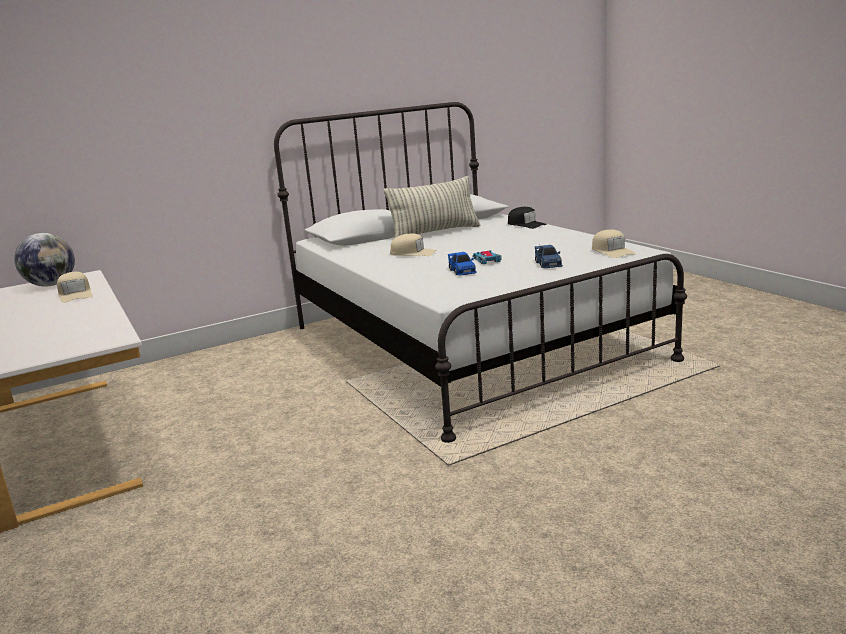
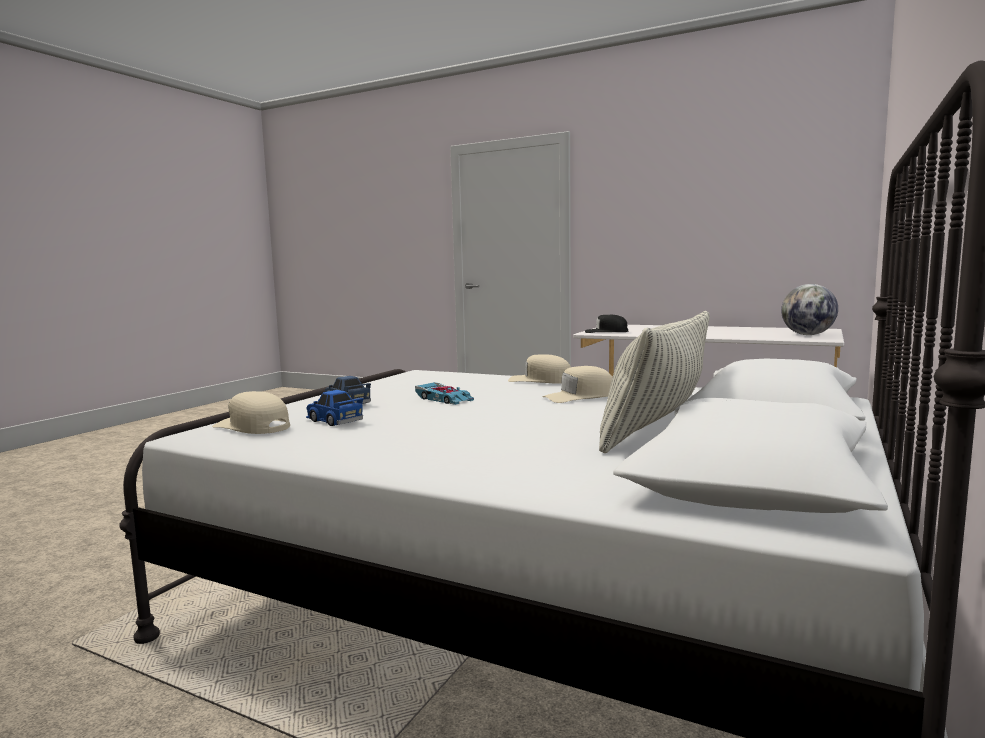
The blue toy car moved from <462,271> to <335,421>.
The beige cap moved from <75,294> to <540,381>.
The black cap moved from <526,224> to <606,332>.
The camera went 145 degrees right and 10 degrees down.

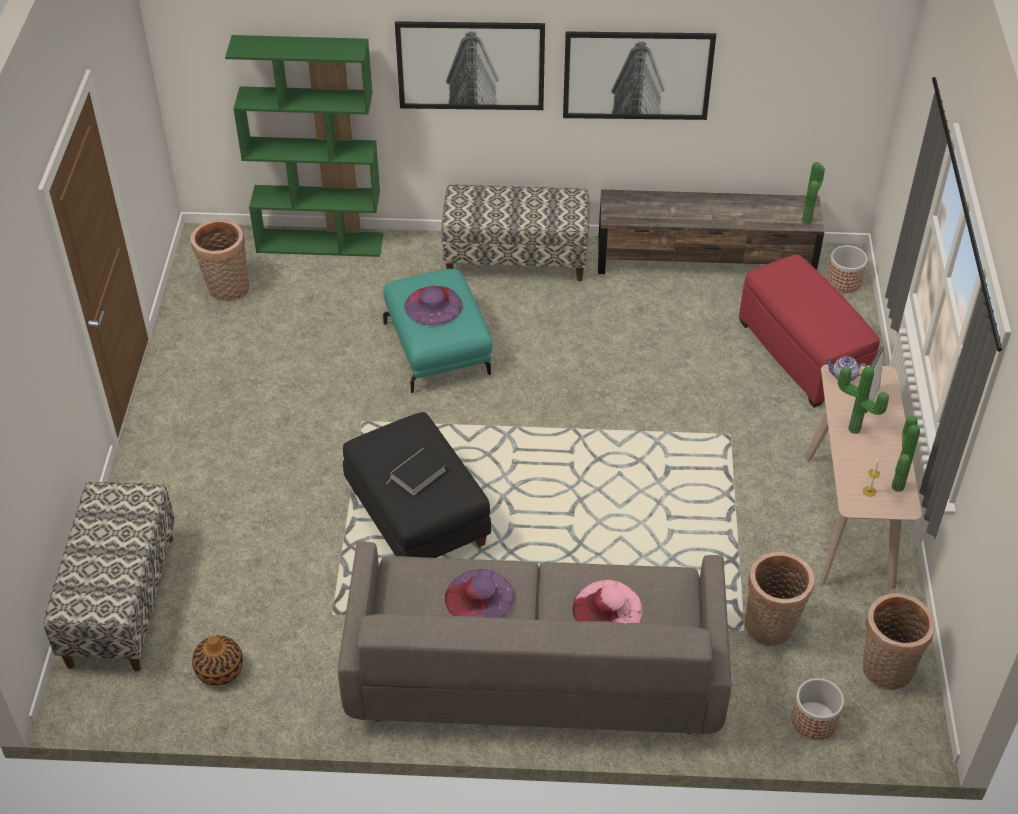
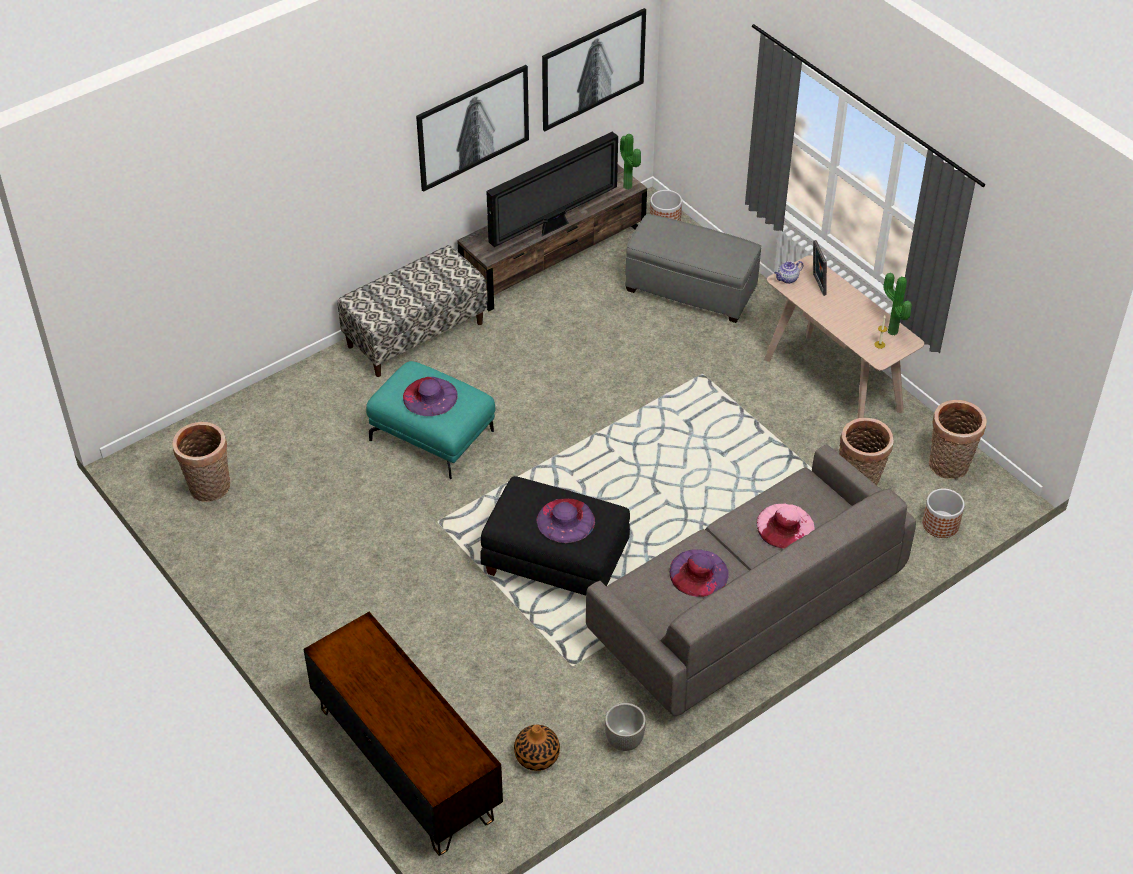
The bench at <121,600> was replaced by the brown tv stand at <406,762>.
The television at <554,226> appeared.
The book at <417,475> was replaced by the purple hat at <565,520>.
The picture moved from <471,64> to <592,68>.
The planter at <624,741> appeared.
The red ottoman at <802,354> became the grey ottoman at <691,290>.
The green bookcase at <321,243> disappeared.
The potted plant at <853,431> disappeared.
The camera went 40 degrees left and 0 degrees up.

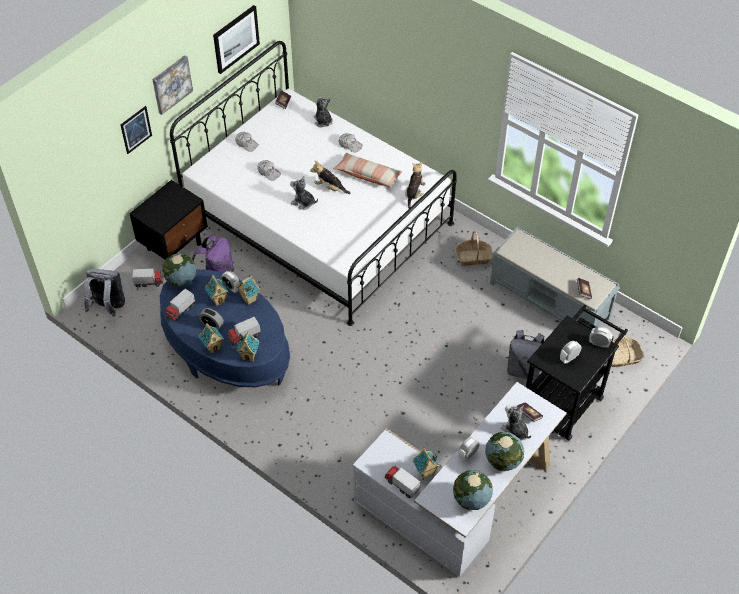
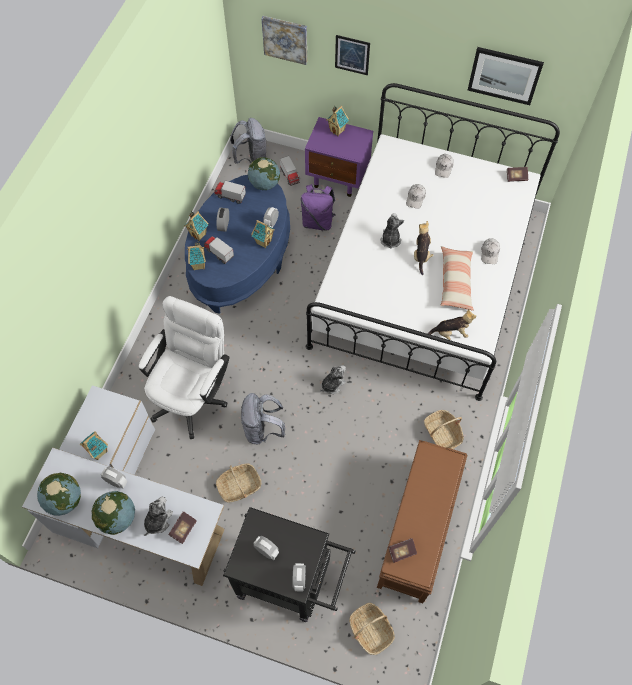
The white office chair at <193,395> appeared.
The basket at <239,486> appeared.
The grey backpack moved from <523,369> to <262,429>.
The picture moved from <171,84> to <285,39>.
The black nightstand at <175,246> became the purple nightstand at <338,178>.
The plush toy moved from <323,121> to <332,384>.
The toy house moved from <218,299> to <337,131>.
The grey bench at <550,300> became the brown bench at <418,530>.
The toy truck at <402,485> disappeared.
The camera went 70 degrees right and 10 degrees up.

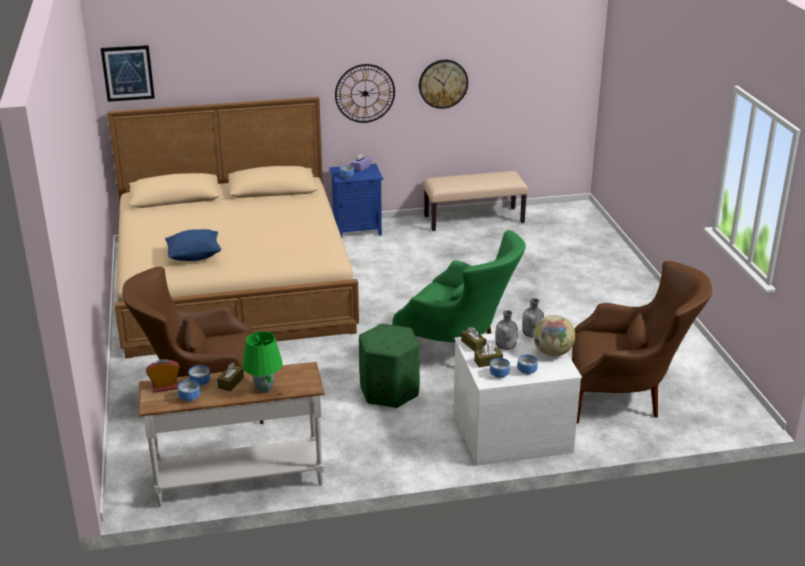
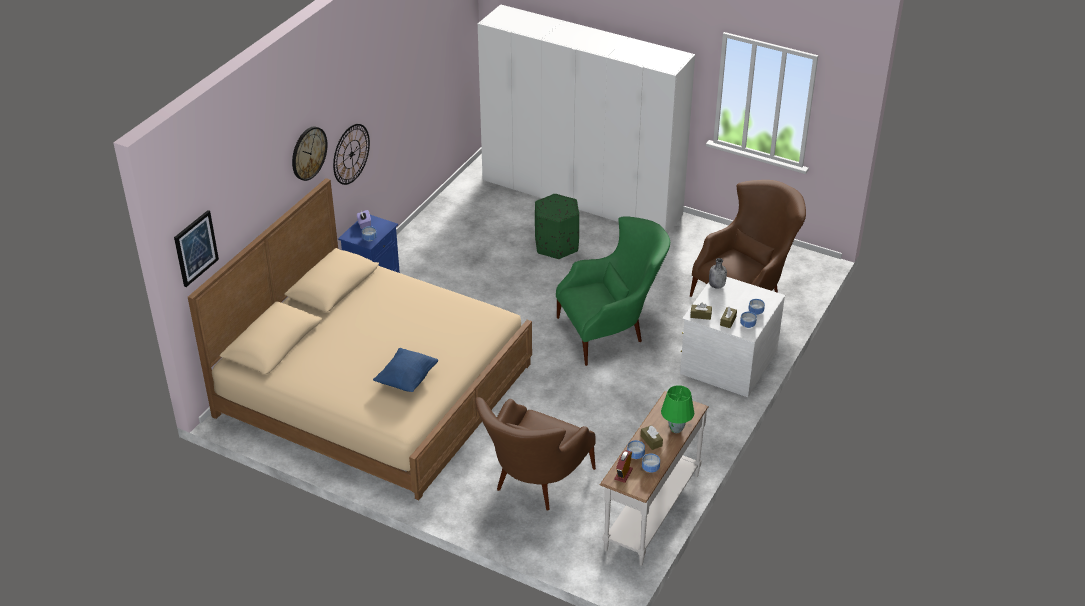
The wall clock moved from <443,83> to <308,153>.
The white wardrobe at <582,197> appeared.
The green ottoman moved from <389,391> to <556,246>.
The beige bench at <474,219> disappeared.
The grey bottle at <506,347> disappeared.
The globe at <552,353> disappeared.
The camera went 50 degrees left and 10 degrees up.

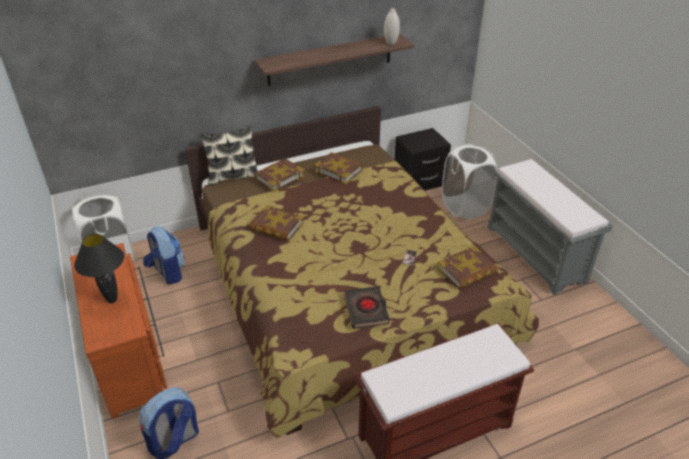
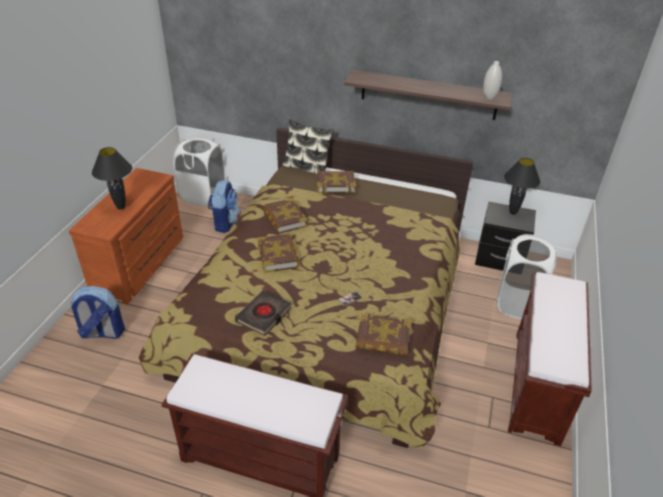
The book moved from <339,170> to <278,256>.
The black table lamp at <512,212> appeared.
The grey bench at <536,254> became the brown bench at <537,386>.
The camera went 40 degrees right and 0 degrees up.

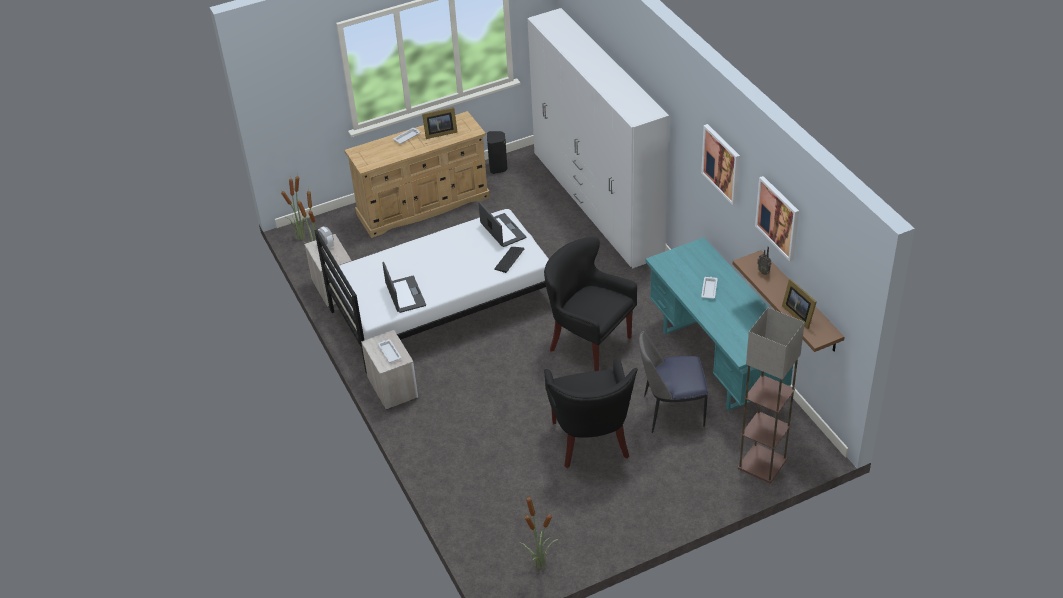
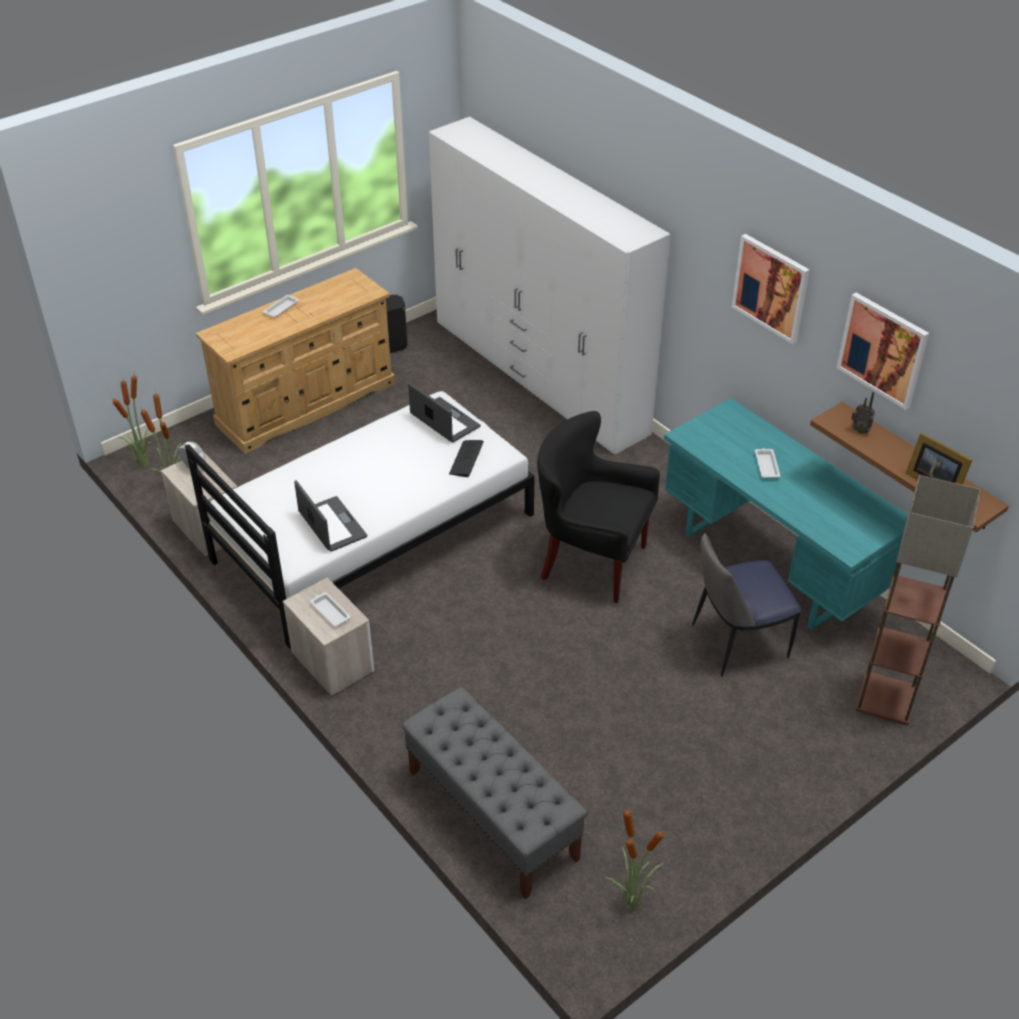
The grey bench at <491,814> appeared.
The picture frame at <439,133> disappeared.
The black armchair at <590,442> disappeared.
The camera went 15 degrees left and 0 degrees up.

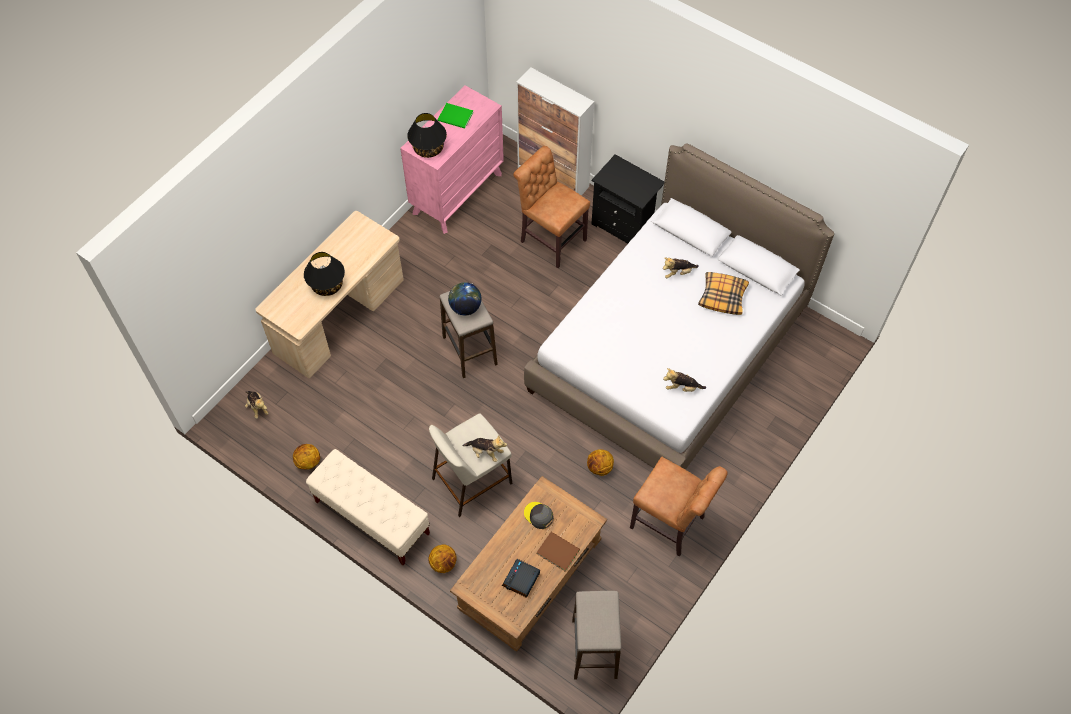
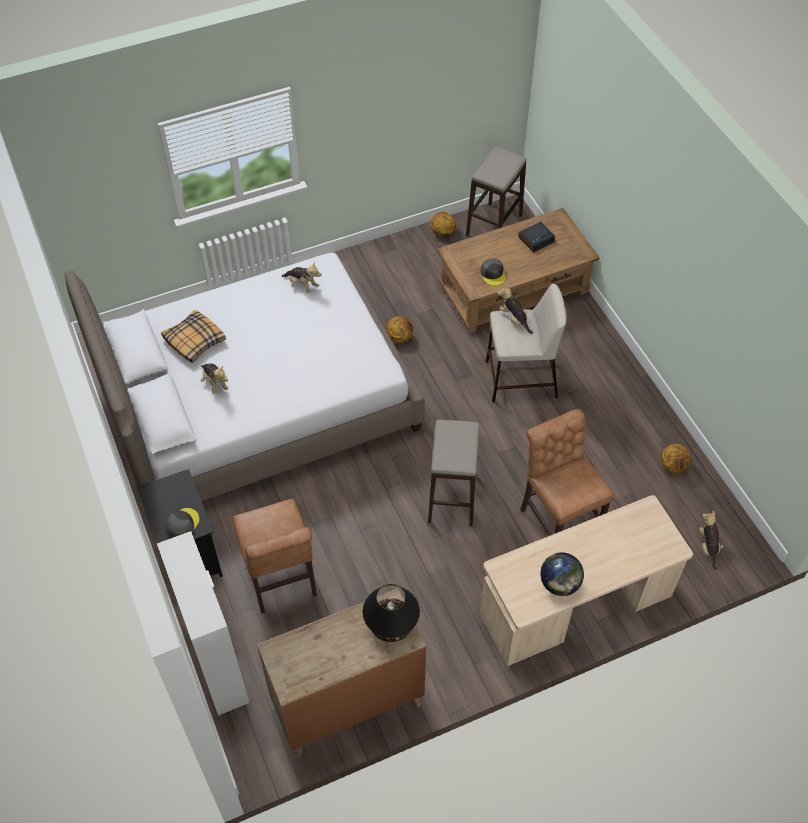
The grey cap at <182,524> appeared.
The plush toy at <677,273> turned 45 degrees clockwise.
The pink dresser at <457,193> became the brown dresser at <347,705>.
The basketball moved from <444,563> to <442,232>.
The brown chair moved from <670,524> to <557,519>.
The globe moved from <465,308> to <559,584>.
The black table lamp at <327,285> disappeared.
The beige bench at <372,517> disappeared.
The green book at <456,117> disappeared.
The brown book at <557,550> disappeared.
The camera went 150 degrees left and 5 degrees down.

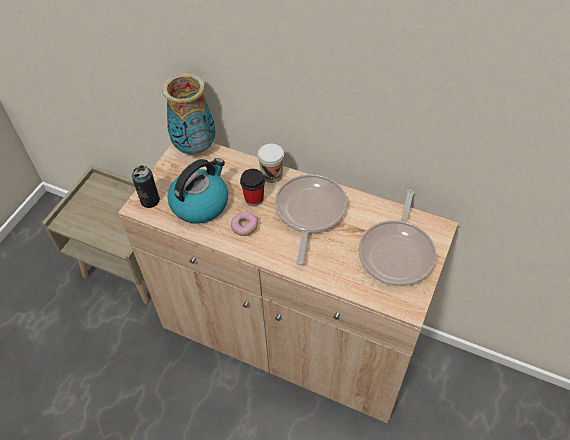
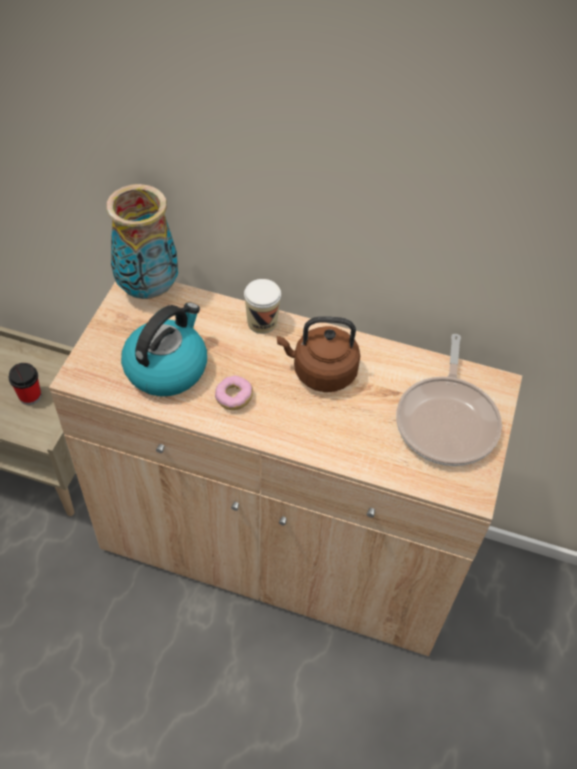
The cup moved from <254,199> to <30,396>.
The frying pan at <309,212> was replaced by the brown kettle at <321,372>.
The can at <150,200> disappeared.
The camera went 10 degrees left and 0 degrees up.

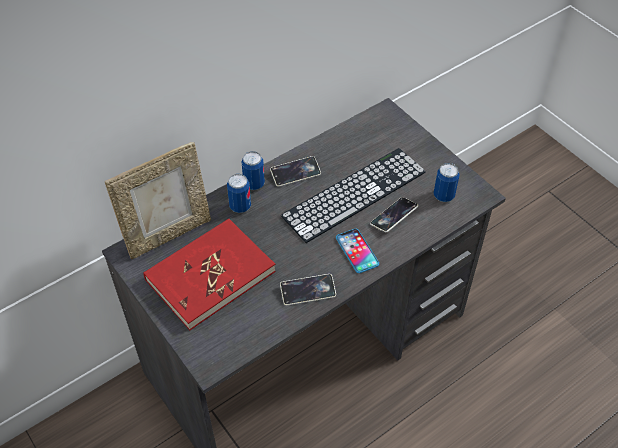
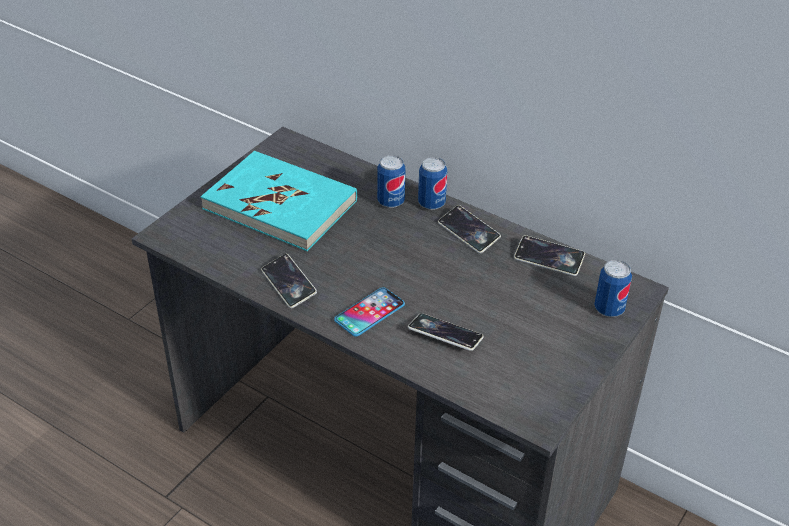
The red book at <210,275> became the turquoise book at <280,204>.
The phone at <548,259> appeared.
The can moved from <443,195> to <609,309>.
The picture frame at <168,234> disappeared.
The keyboard at <354,194> disappeared.
The camera went 70 degrees right and 10 degrees down.

